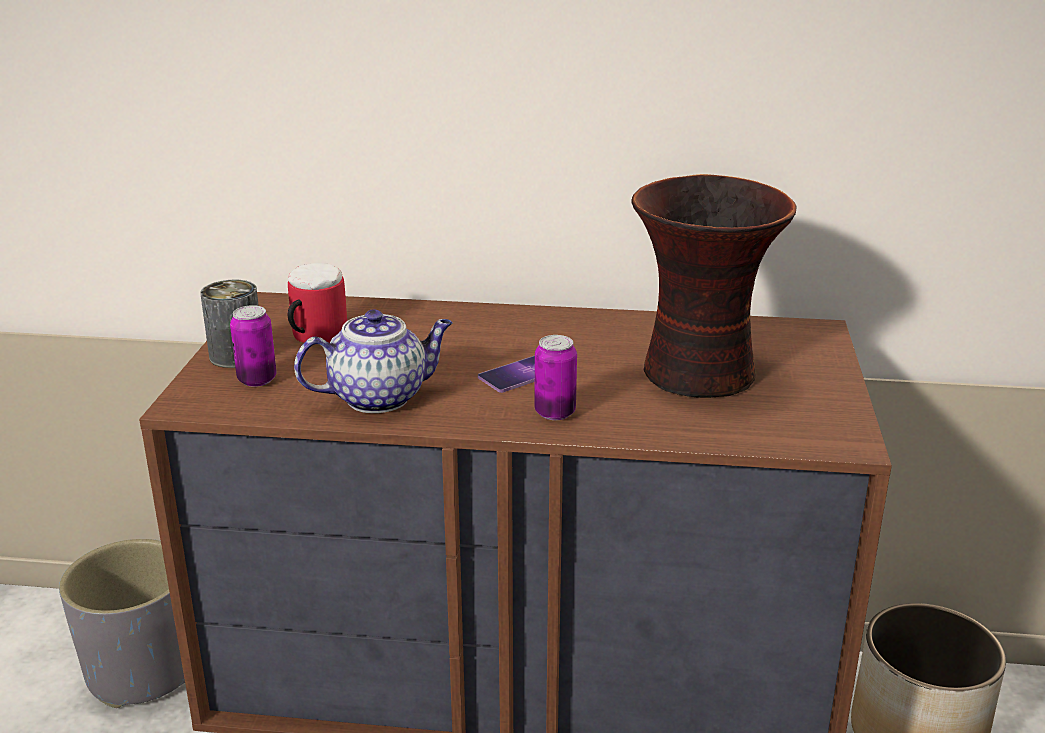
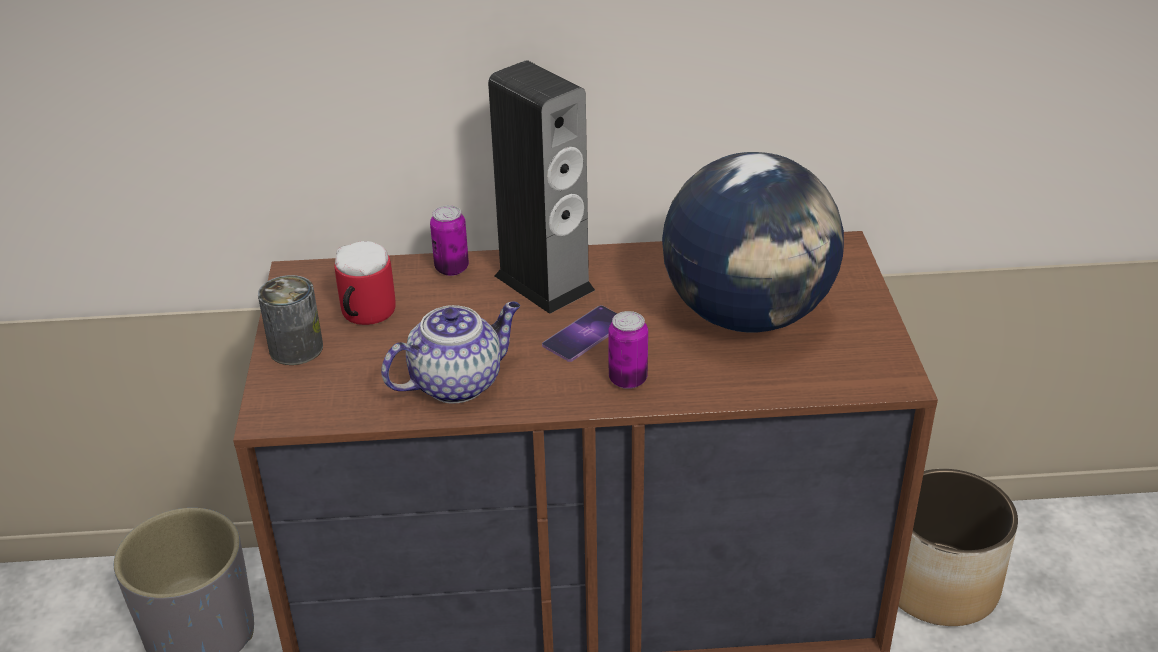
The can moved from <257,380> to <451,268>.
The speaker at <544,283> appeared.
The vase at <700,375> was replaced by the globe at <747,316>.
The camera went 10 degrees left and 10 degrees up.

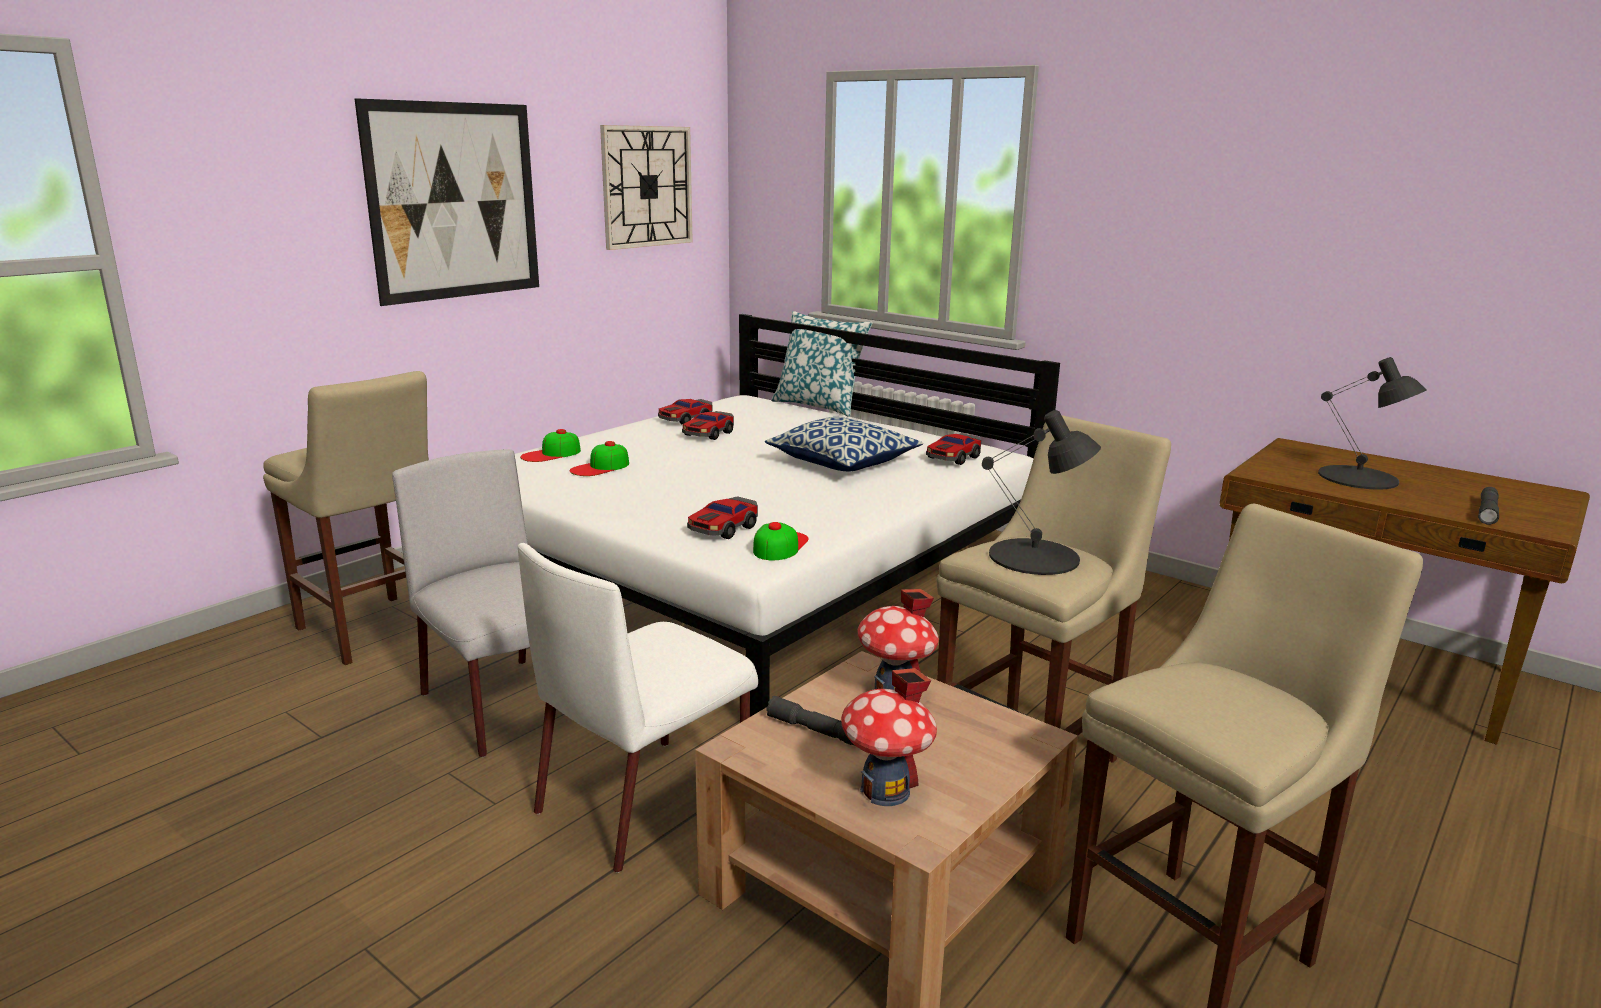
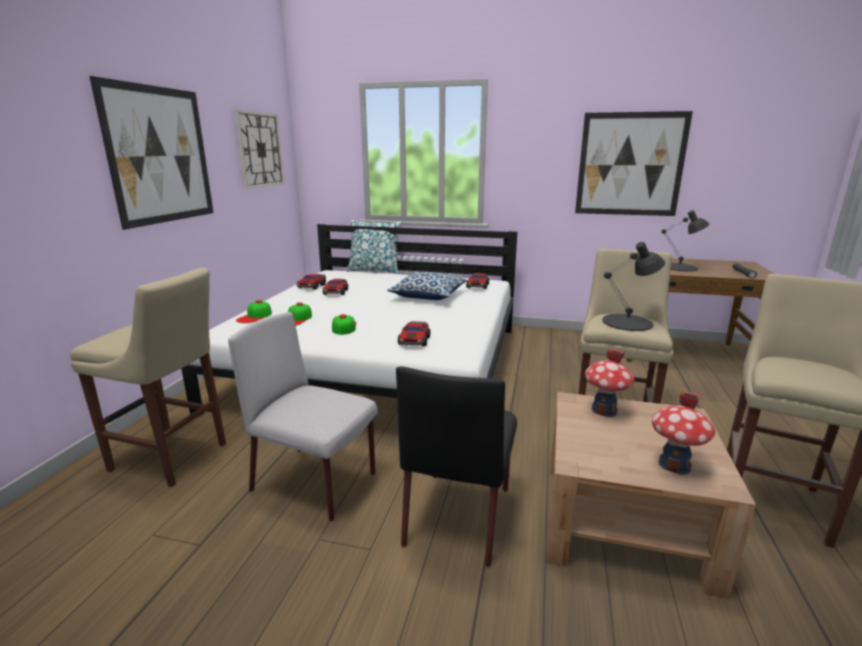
The cap moved from <780,545> to <344,327>.
The white chair at <646,799> became the black chair at <458,513>.
The picture at <630,165> appeared.
The grey flashlight at <816,731> disappeared.
The camera went 25 degrees left and 0 degrees up.

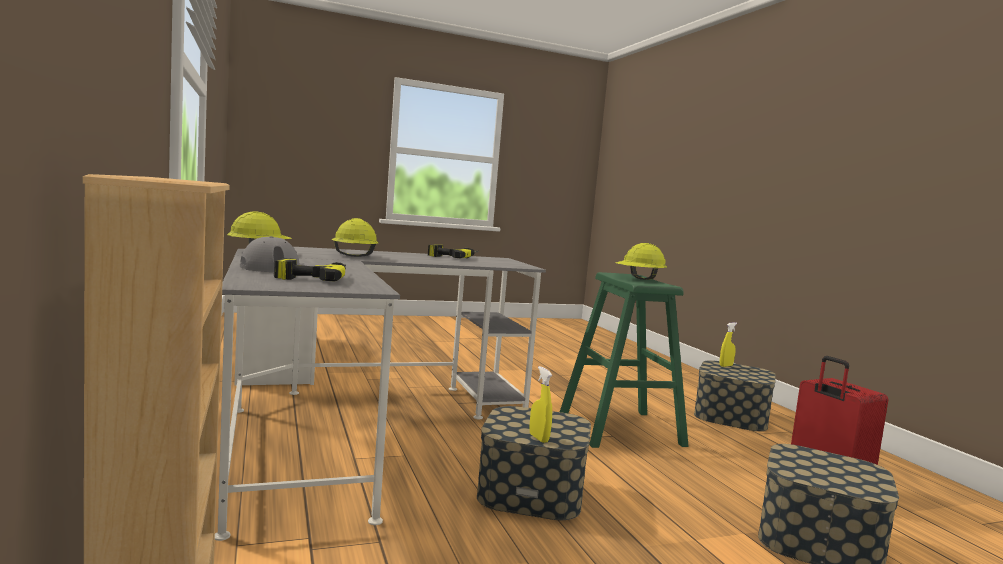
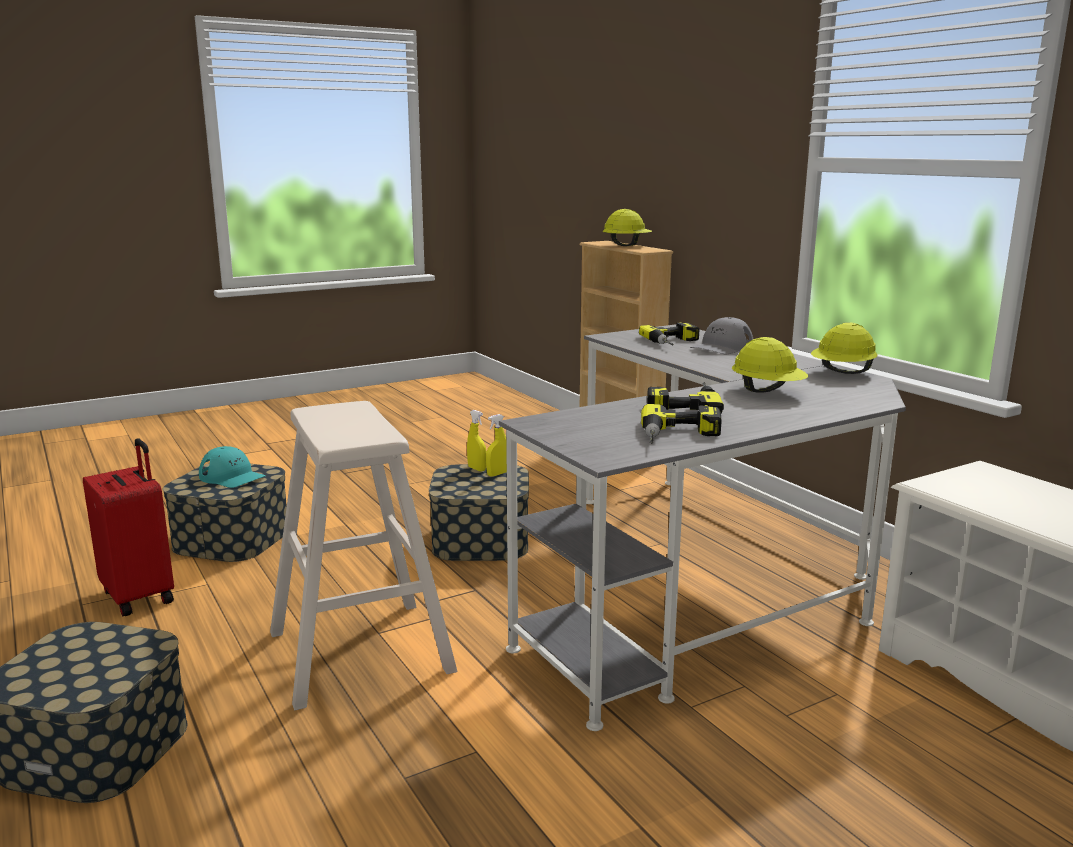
The turquoise cap at <232,477> appeared.
The green stool at <620,429> became the beige stool at <359,651>.
The yellow spray bottle moved from <726,366> to <497,474>.
The yellow hard hat moved from <639,279> to <626,245>.
The power drill at <682,404> appeared.
The camera went 170 degrees right and 10 degrees up.

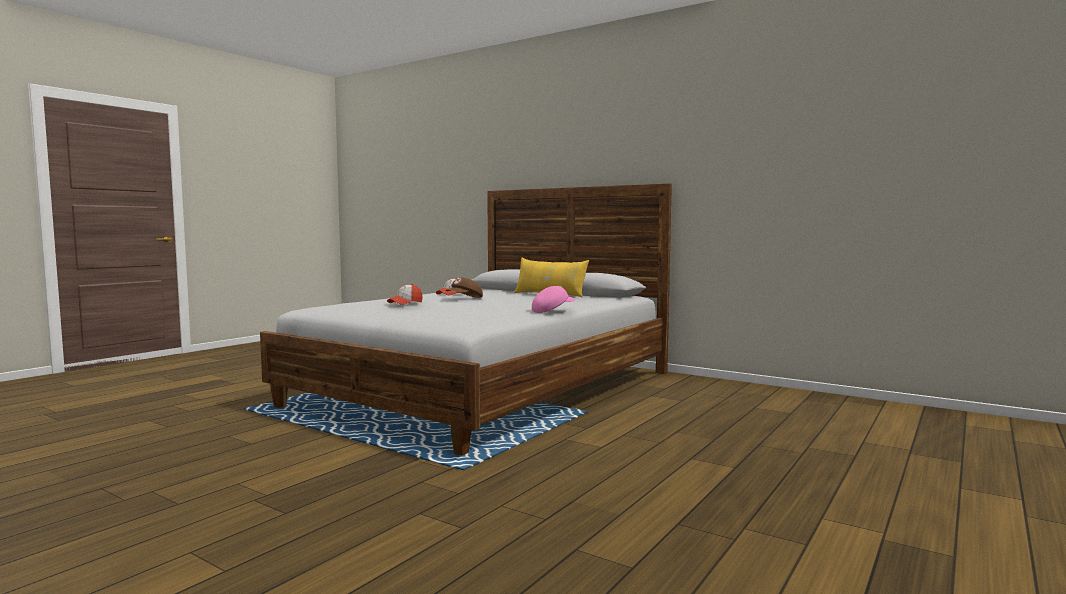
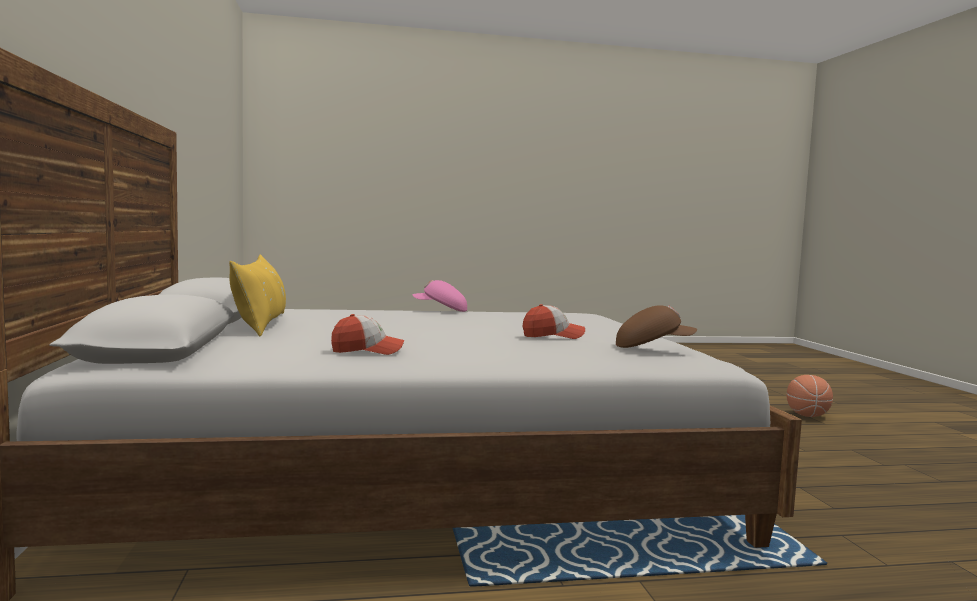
The brown cap moved from <465,299> to <653,347>.
The basketball at <807,415> appeared.
The camera went 135 degrees left and 0 degrees up.

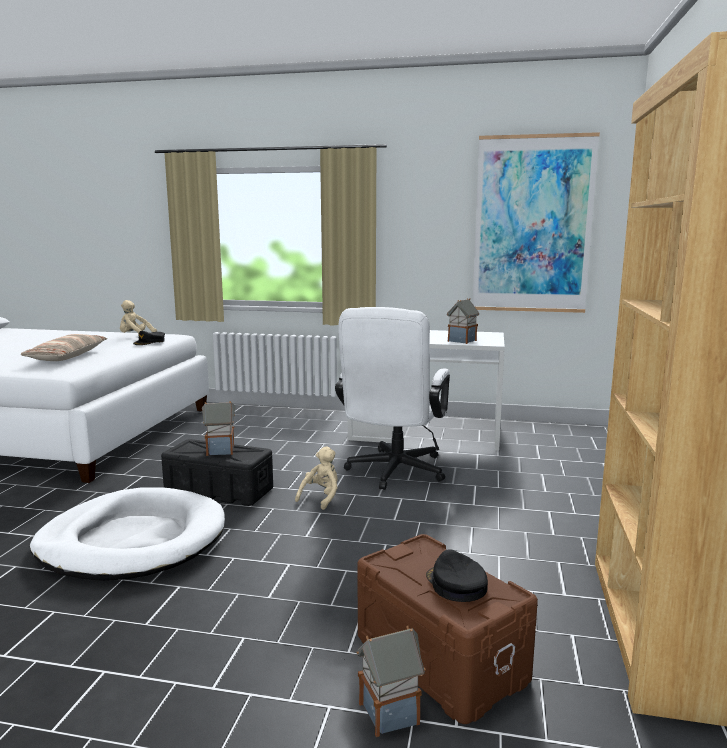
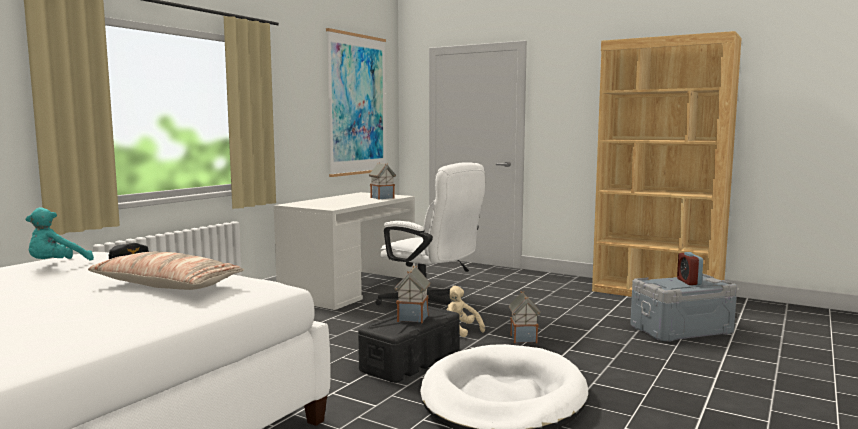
The beige plush toy at <135,337> became the turquoise plush toy at <56,265>.
The toy house moved from <390,712> to <523,338>.
The brown storage box at <439,659> became the grey storage box at <681,330>.
The black cap at <456,584> was replaced by the alarm clock at <689,282>.
The camera went 70 degrees left and 5 degrees down.

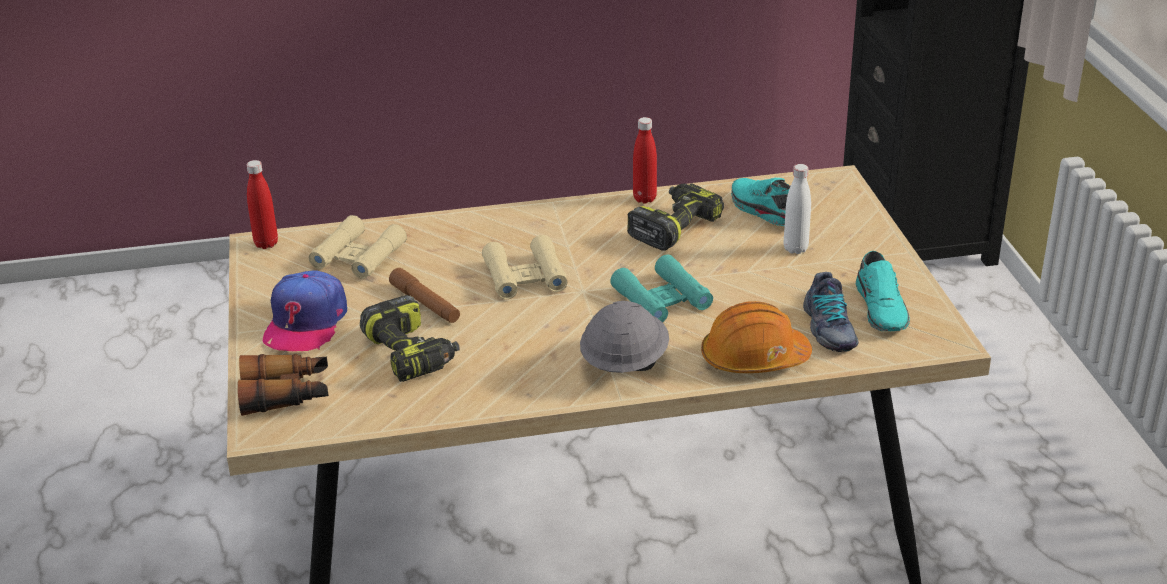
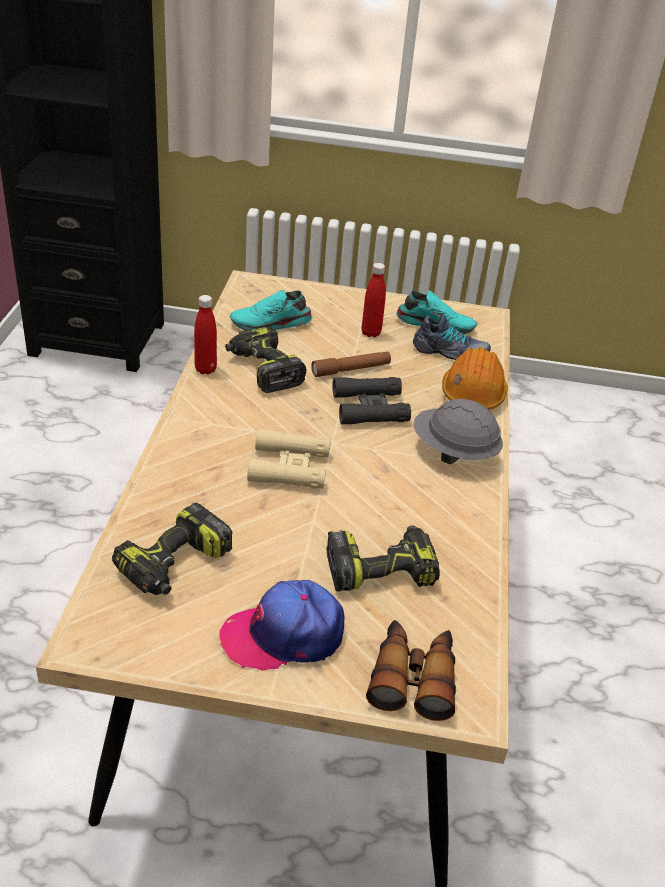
The beige binoculars at <358,256> was replaced by the power drill at <174,566>.
The cap at <305,323> turned 135 degrees clockwise.
The brown flashlight moved from <425,304> to <351,369>.
The turquoise binoculars at <661,299> became the black binoculars at <370,408>.
The red bottle moved from <266,243> to <371,333>.
The white bottle at <795,249> disappeared.
The camera went 75 degrees left and 5 degrees up.

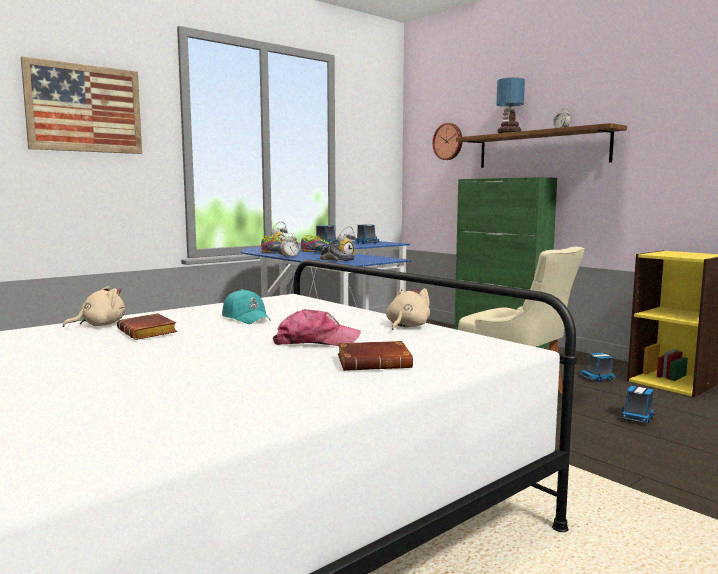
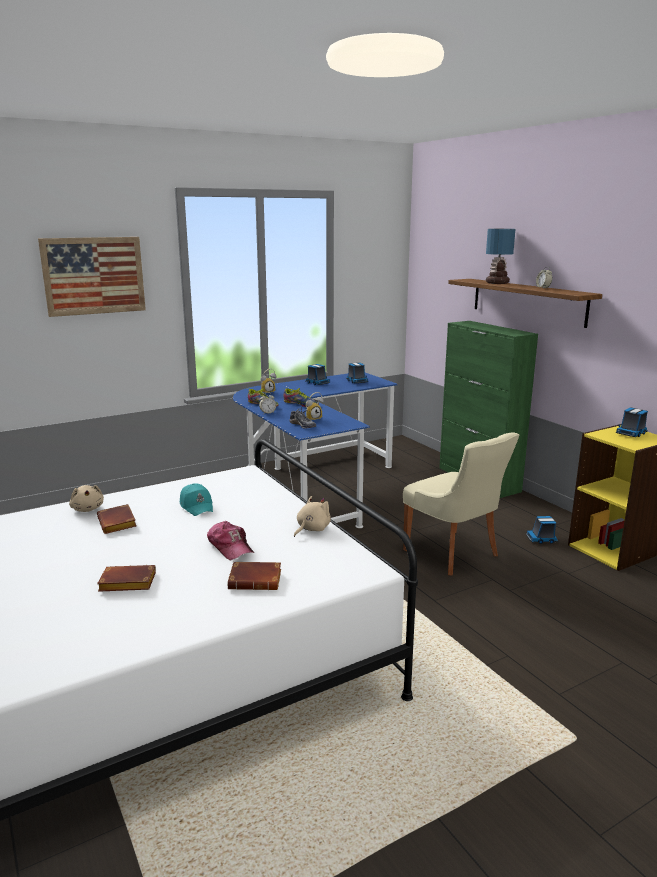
The beige plush toy at <100,325> turned 90 degrees clockwise.
The brown book at <126,584> appeared.
The cap at <316,342> turned 45 degrees clockwise.
The toy truck moved from <637,418> to <631,433>.
The wall clock at <448,141> disappeared.
The camera went 10 degrees right and 10 degrees up.

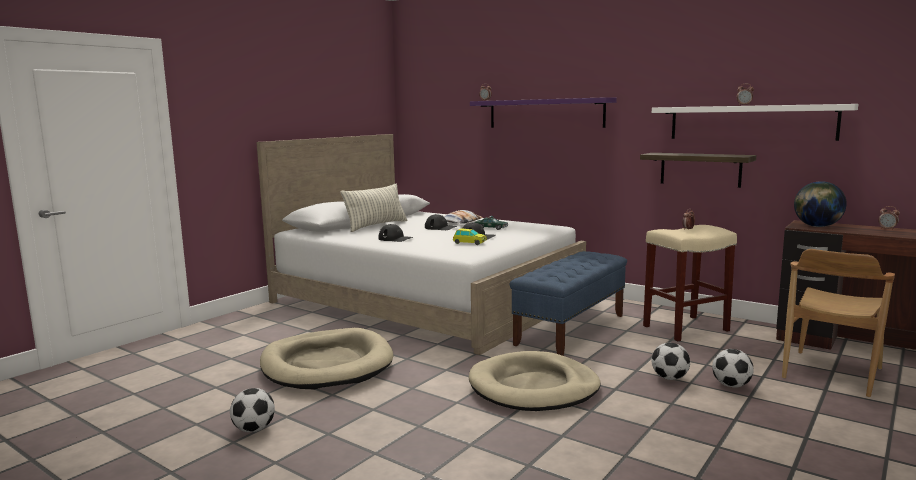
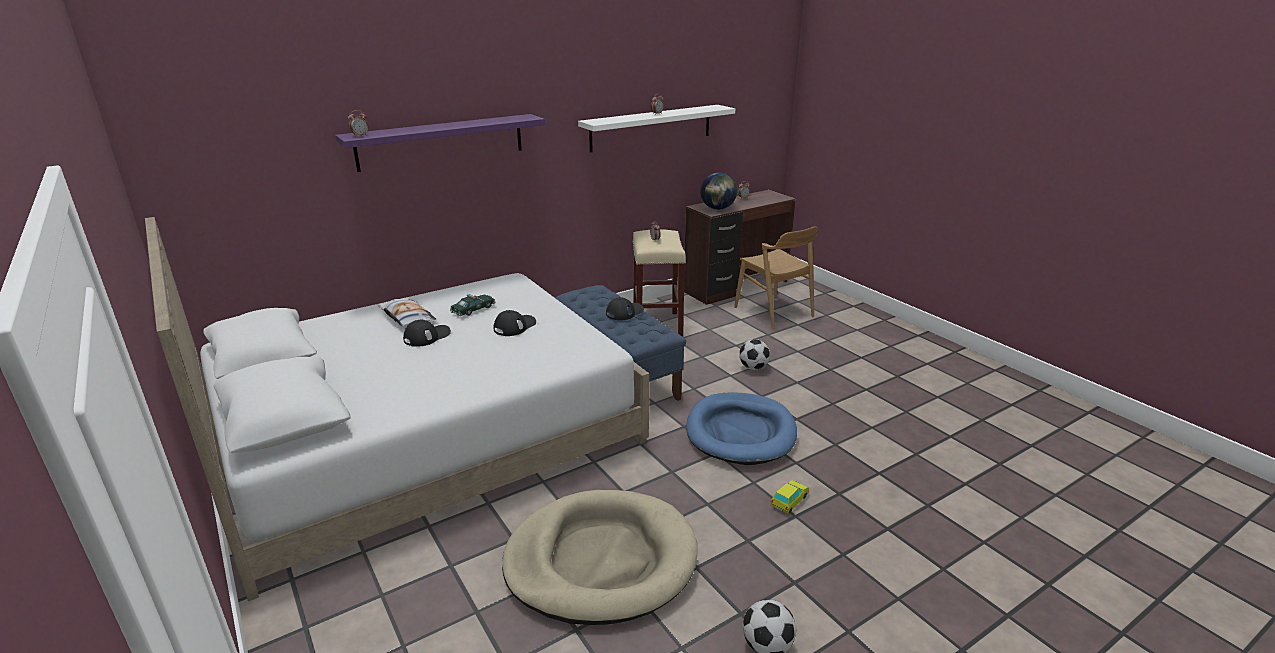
The black cap moved from <395,239> to <624,312>.
The beige dog bed at <534,387> became the blue dog bed at <740,432>.
The toy car moved from <469,243> to <789,501>.
The pillow at <376,226> disappeared.
The shelf at <700,169> disappeared.
The football at <731,386> disappeared.
The camera went 70 degrees left and 15 degrees up.

